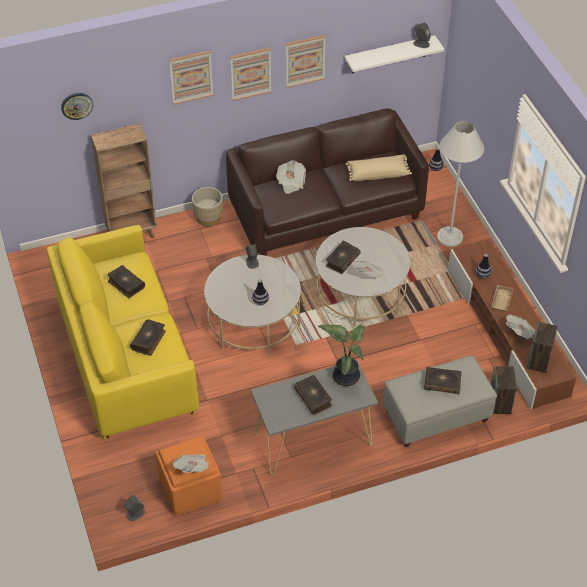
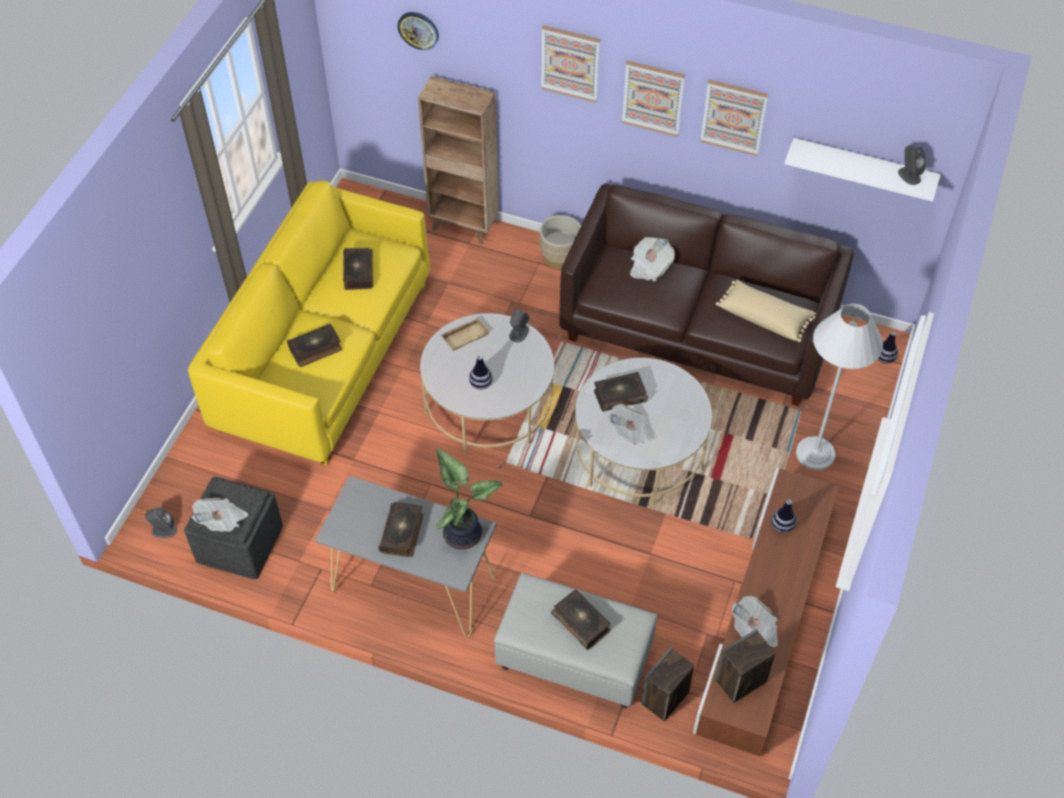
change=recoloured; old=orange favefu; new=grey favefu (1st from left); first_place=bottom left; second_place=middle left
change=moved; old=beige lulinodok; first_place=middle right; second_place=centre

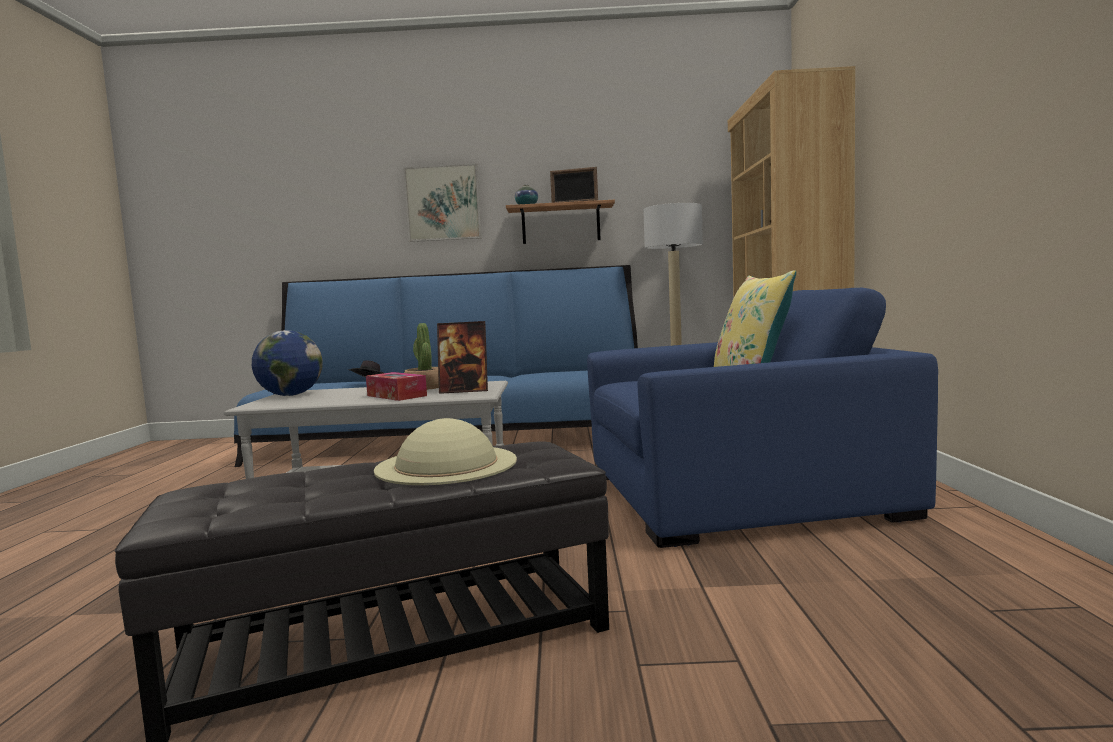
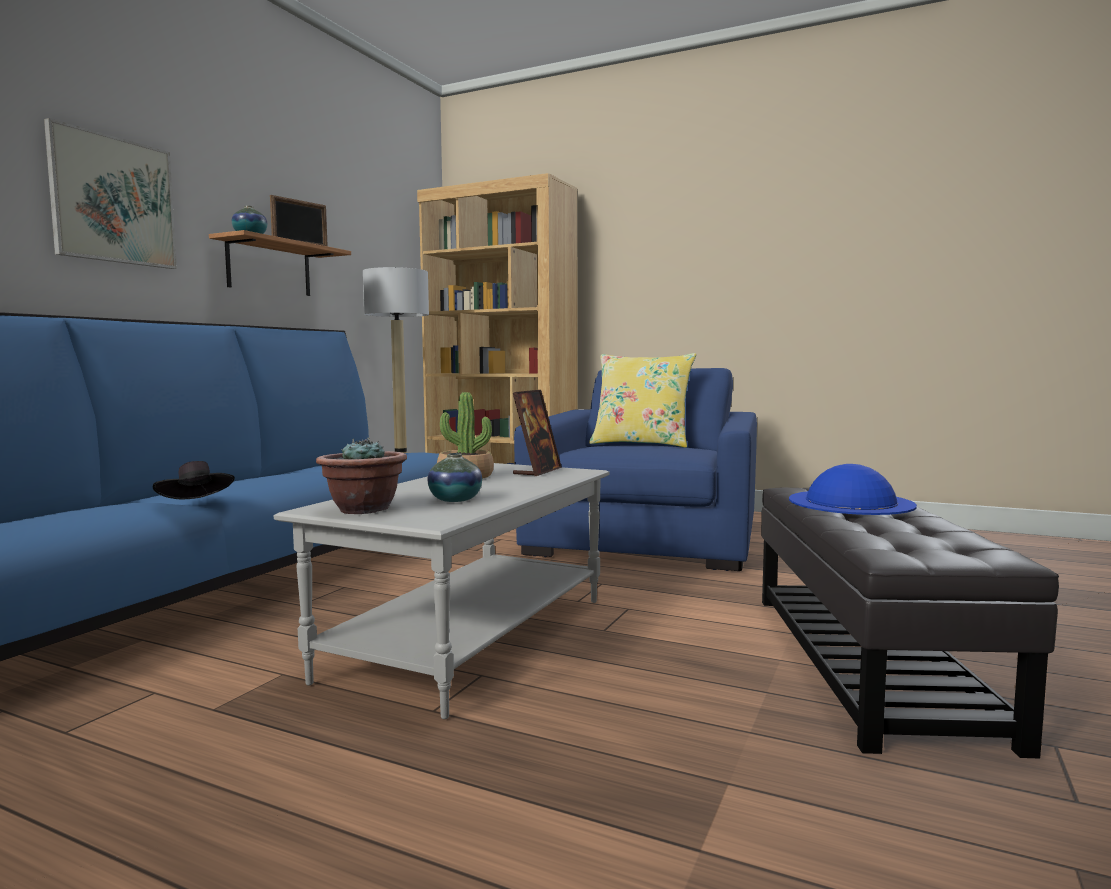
change=replaced; old=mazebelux; new=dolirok (1st from left); first_place=middle left; second_place=middle left
change=added; new=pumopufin (2nd from left); second_place=centre
change=recoloured; old=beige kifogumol; new=blue kifogumol; first_place=centre; second_place=middle right
change=removed; old=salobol; first_place=centre

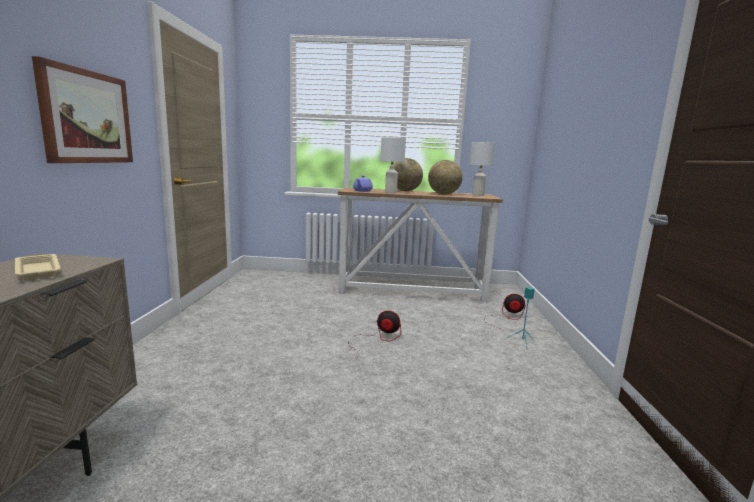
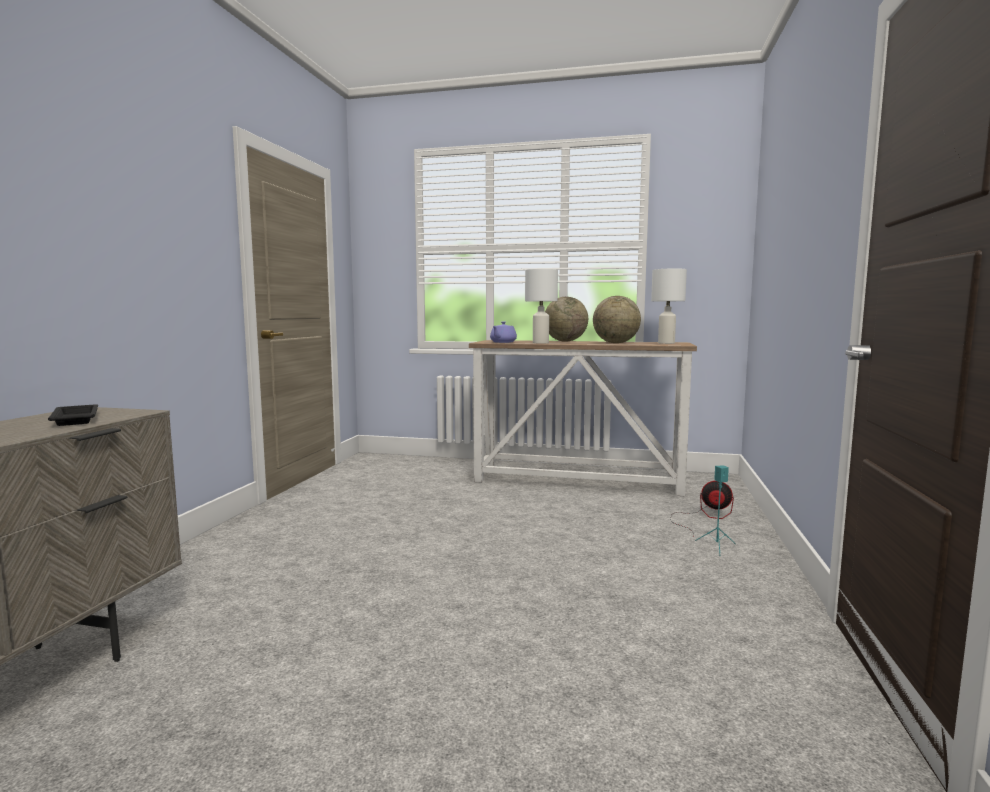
change=recoloured; old=beige lulinodok; new=black lulinodok; first_place=middle left; second_place=middle left
change=removed; old=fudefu; first_place=top left
change=removed; old=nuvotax (1st from left); first_place=centre

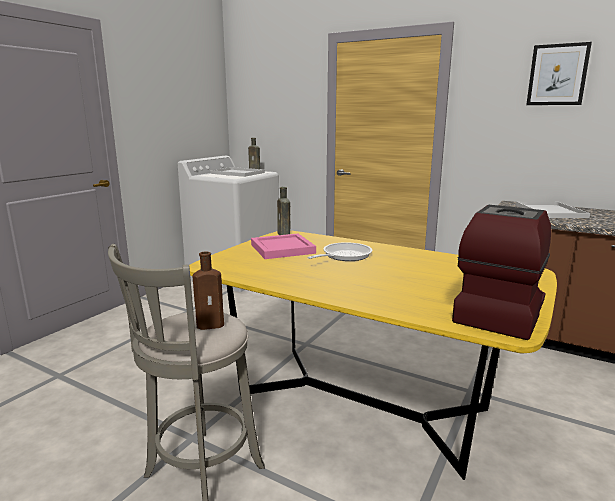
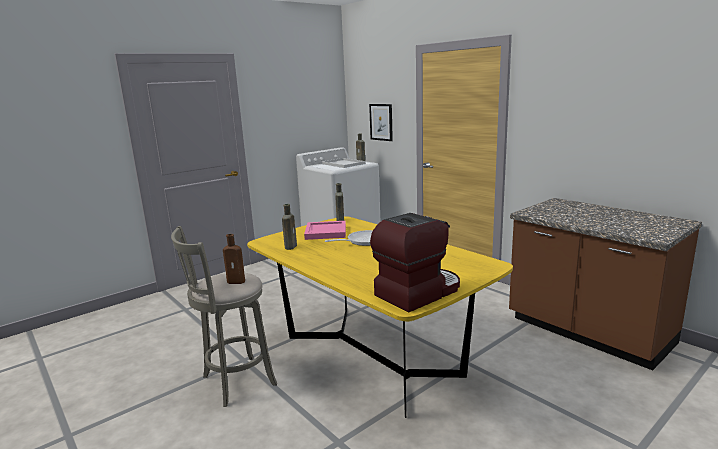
change=added; new=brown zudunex (2nd from left); second_place=centre
change=moved; old=fudefu; first_place=top right; second_place=top centre
change=removed; old=white lulinodok (2nd from left); first_place=middle right

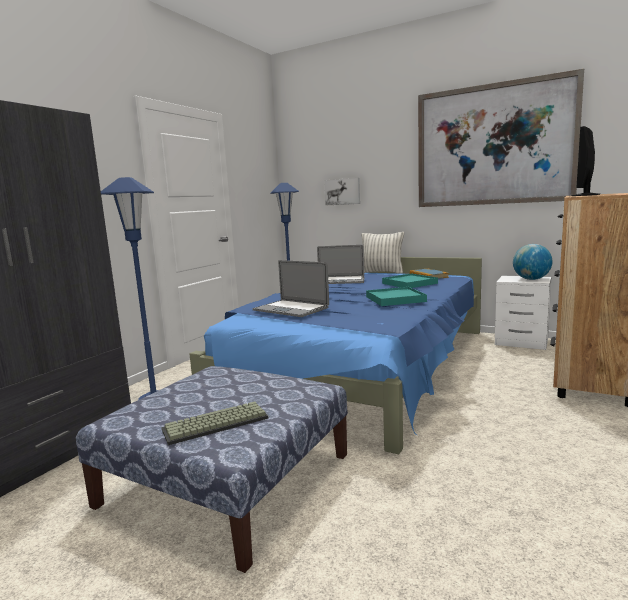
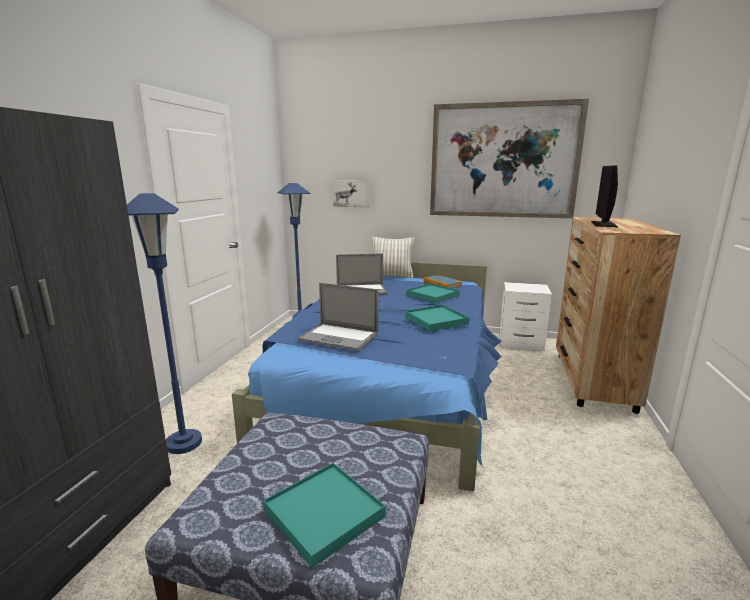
change=replaced; old=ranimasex; new=turquoise lulinodok (1st from left); first_place=bottom centre; second_place=bottom centre
change=removed; old=mazebelux; first_place=middle right

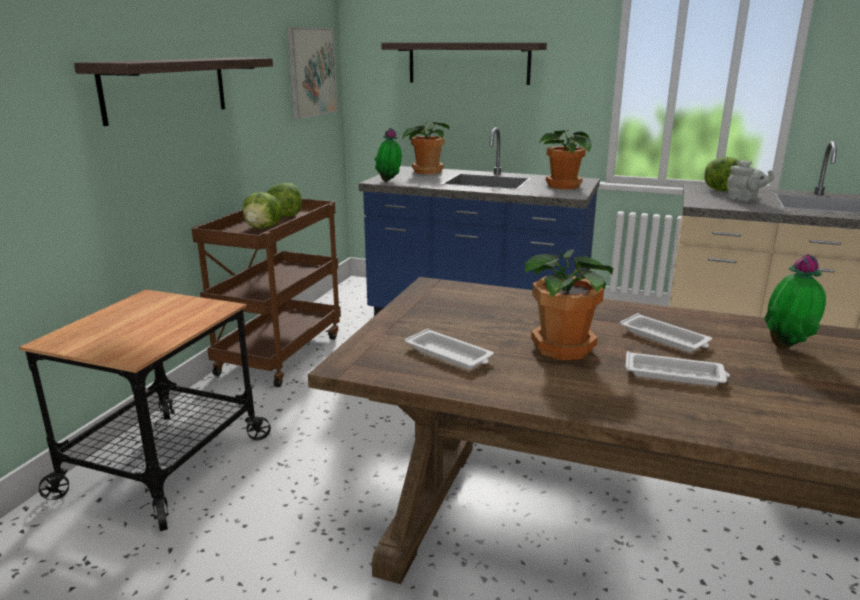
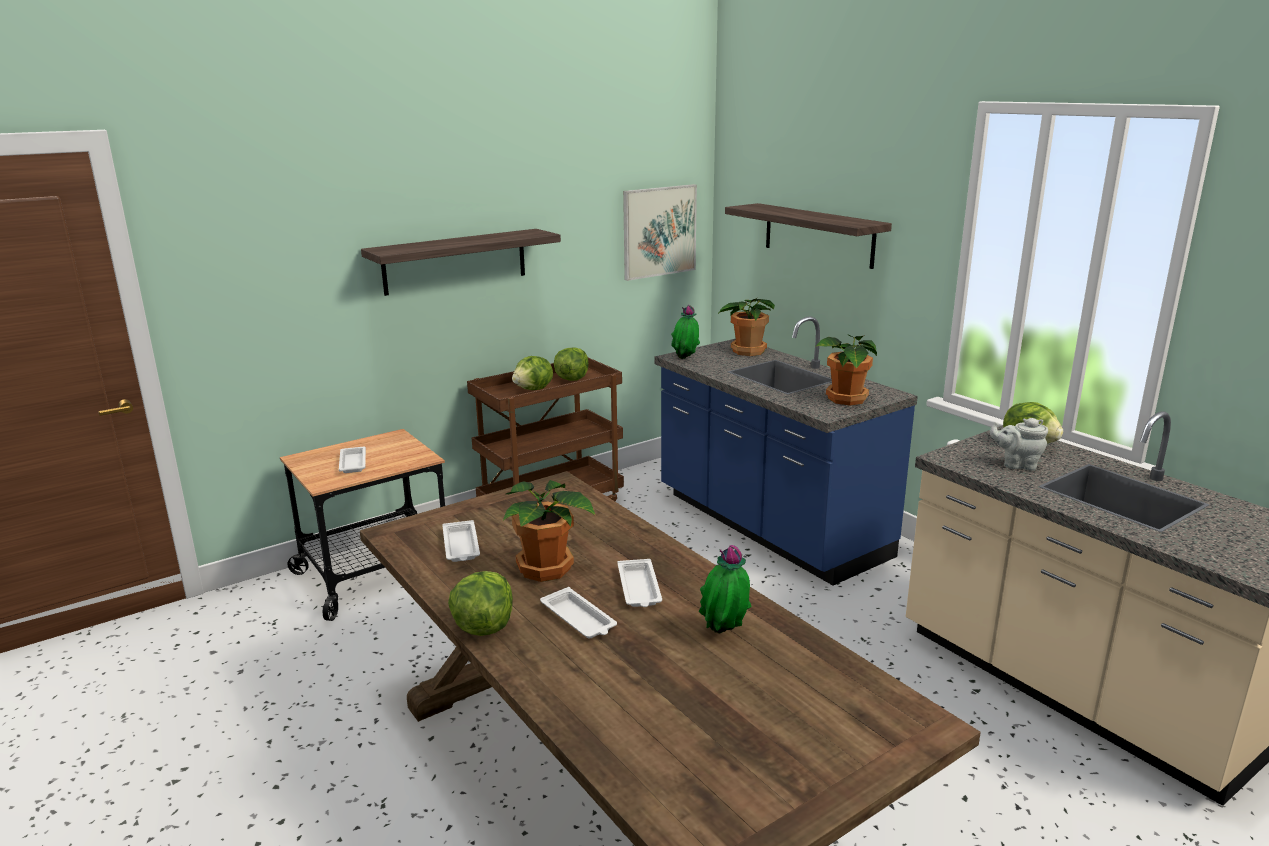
change=added; new=white lulinodok (1st from left); second_place=middle left
change=added; new=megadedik (1st from left); second_place=bottom centre
change=turned; old=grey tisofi; first_place=top right; second_place=middle right; degrees=120

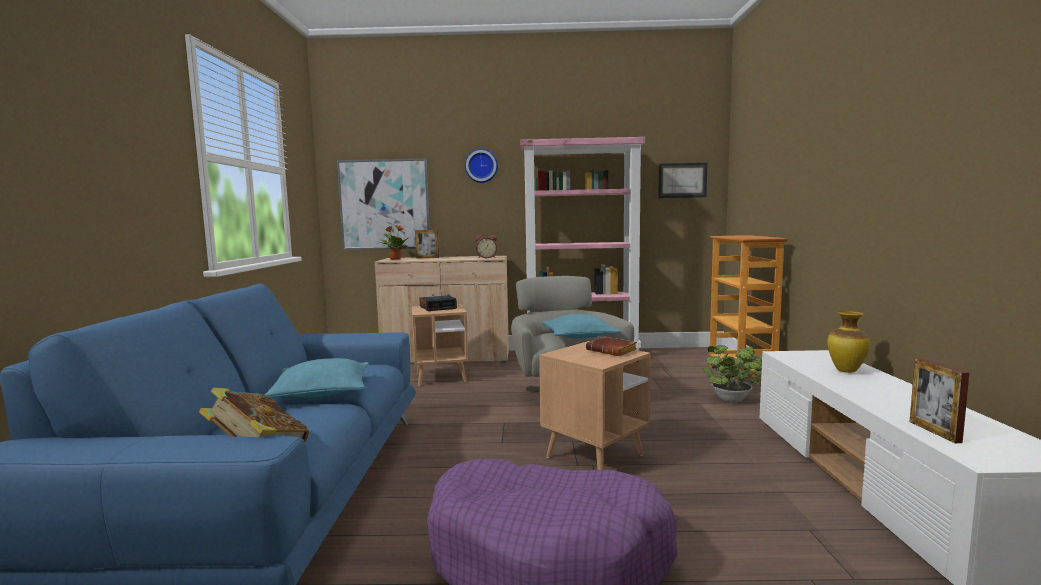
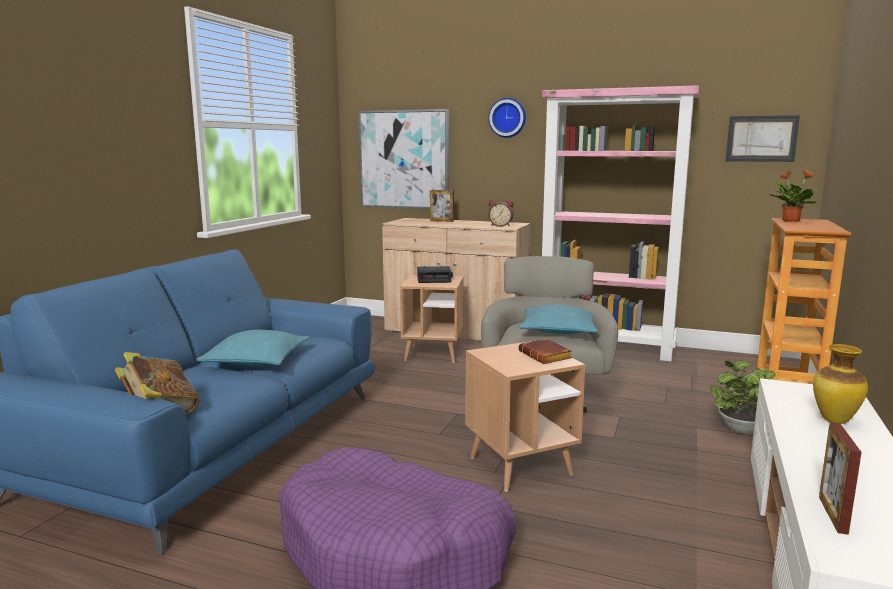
change=moved; old=dolirok (1st from left in the first image); new=dolirok (2nd from left); first_place=centre; second_place=top right

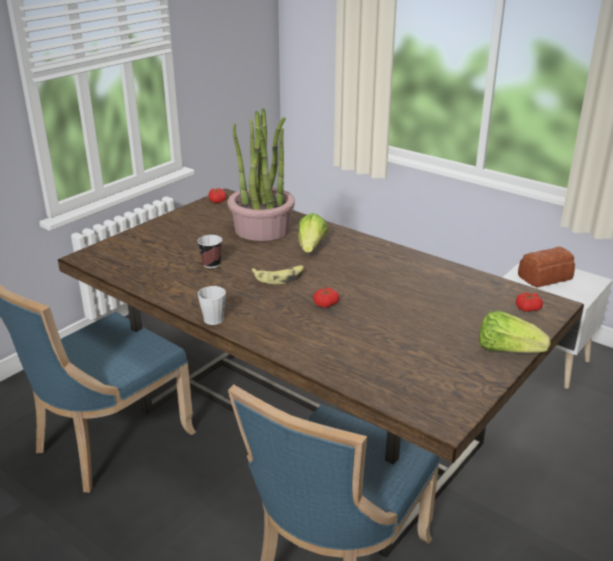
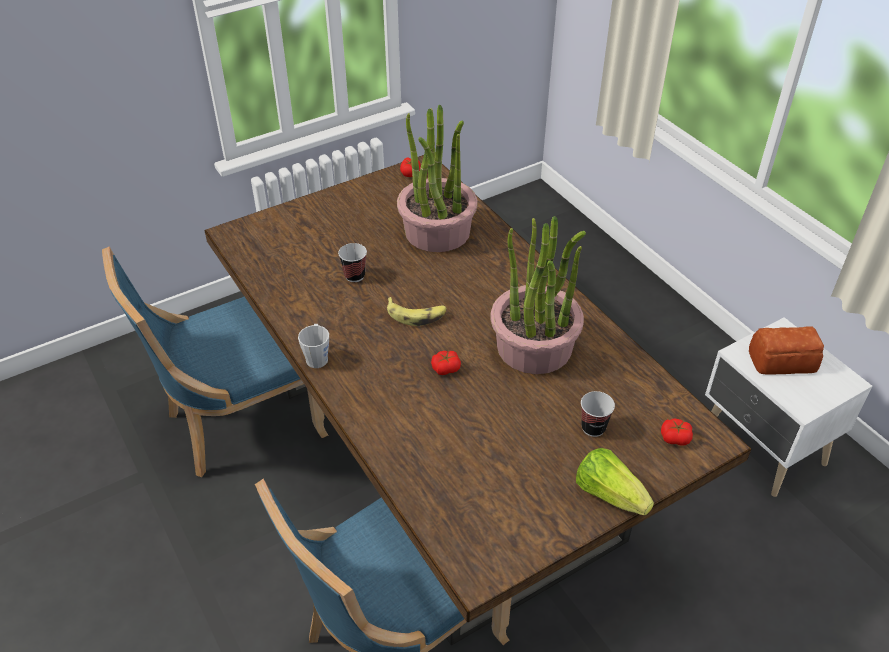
change=added; new=dolirok (2nd from left); second_place=centre
change=added; new=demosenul (2nd from left); second_place=middle right
change=removed; old=megadedik (1st from left); first_place=centre

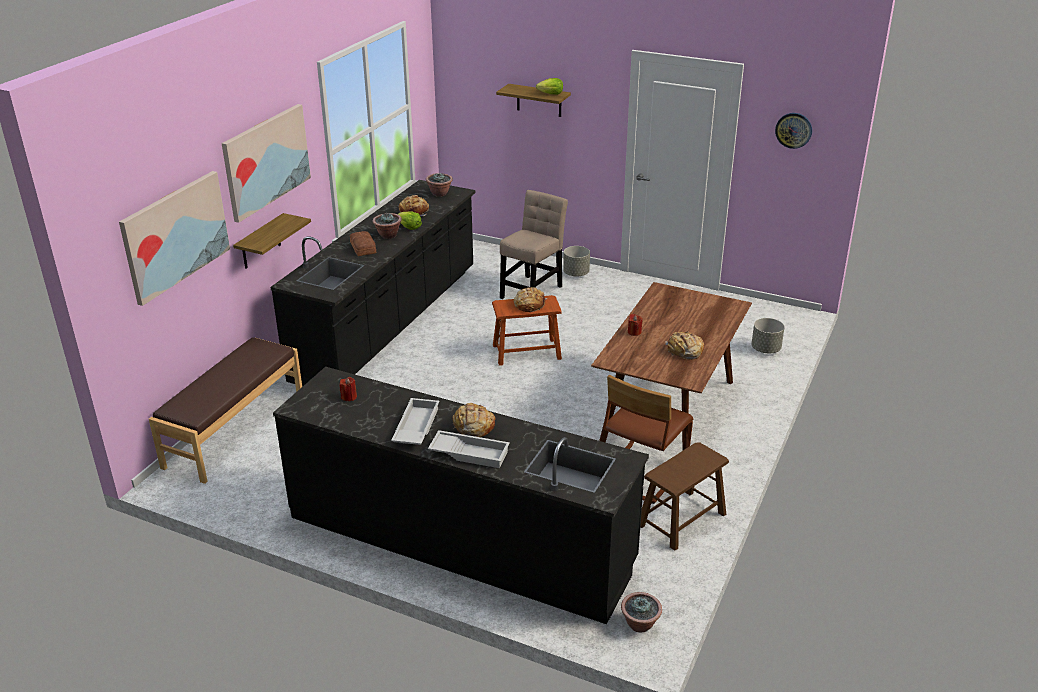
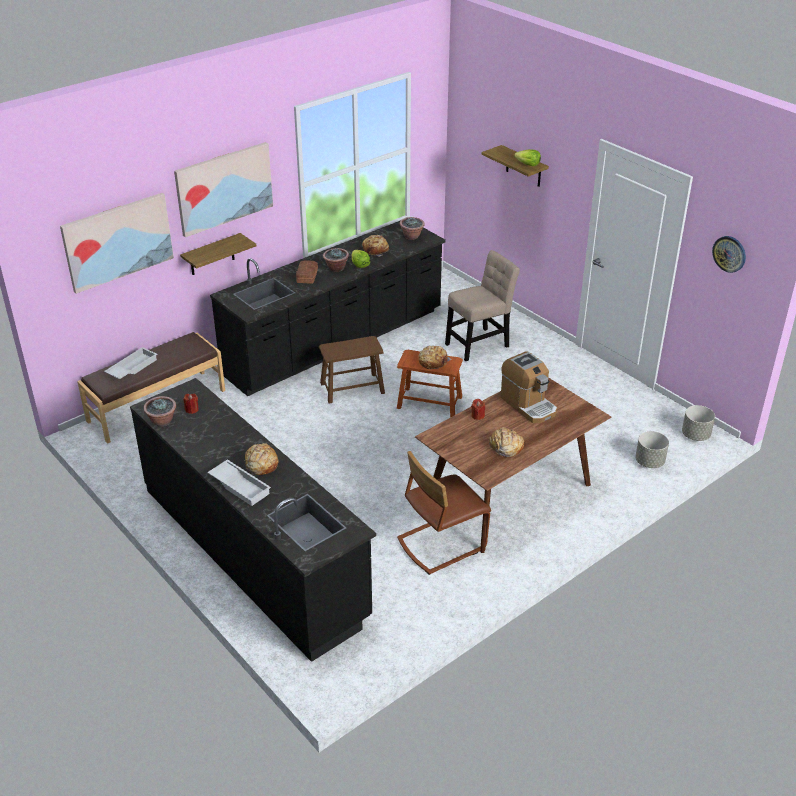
change=moved; old=white lulinodok (1st from left); first_place=centre; second_place=middle left
change=moved; old=dolirok (3rd from left in the first image); new=dolirok (1st from left); first_place=bottom centre; second_place=middle left
change=moved; old=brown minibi (2nd from left in the first image); new=brown minibi (1st from left); first_place=bottom centre; second_place=centre
change=added; new=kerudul; second_place=centre
change=moved; old=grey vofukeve (1st from left in the first image); new=grey vofukeve (2nd from left); first_place=centre; second_place=middle right

